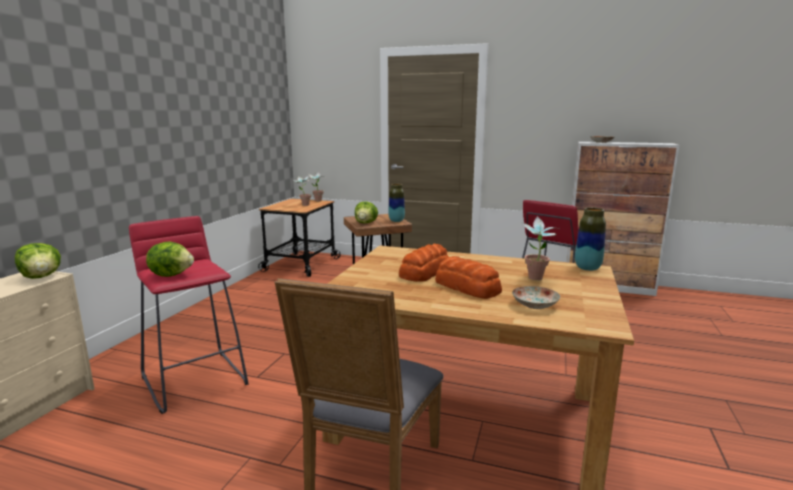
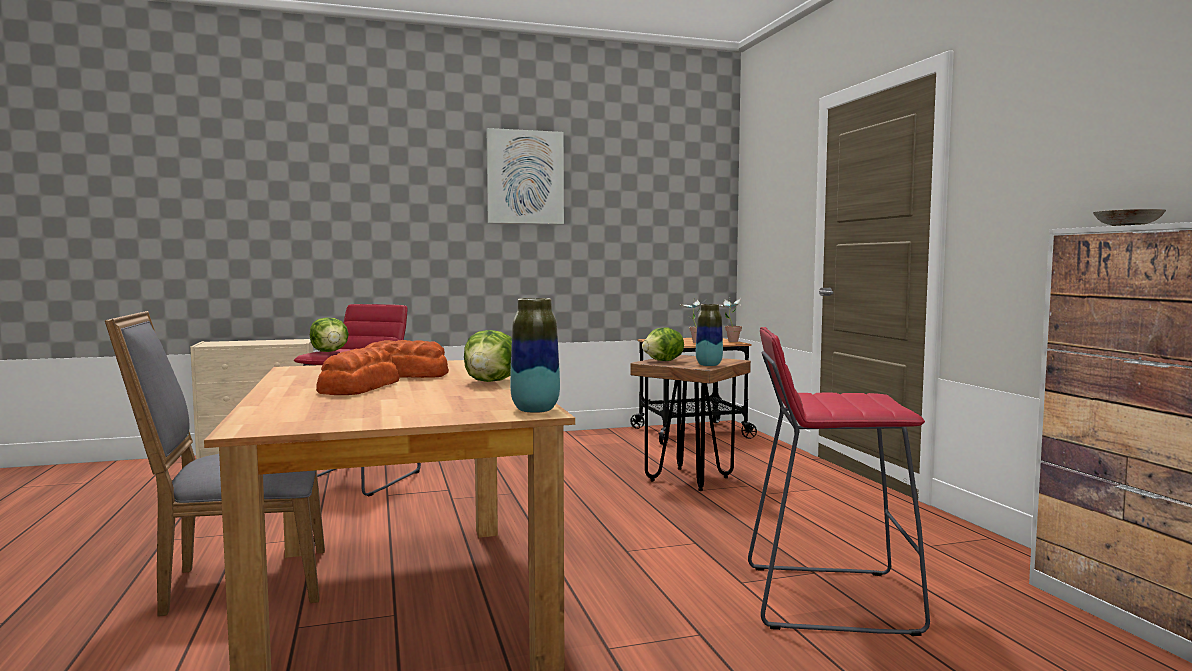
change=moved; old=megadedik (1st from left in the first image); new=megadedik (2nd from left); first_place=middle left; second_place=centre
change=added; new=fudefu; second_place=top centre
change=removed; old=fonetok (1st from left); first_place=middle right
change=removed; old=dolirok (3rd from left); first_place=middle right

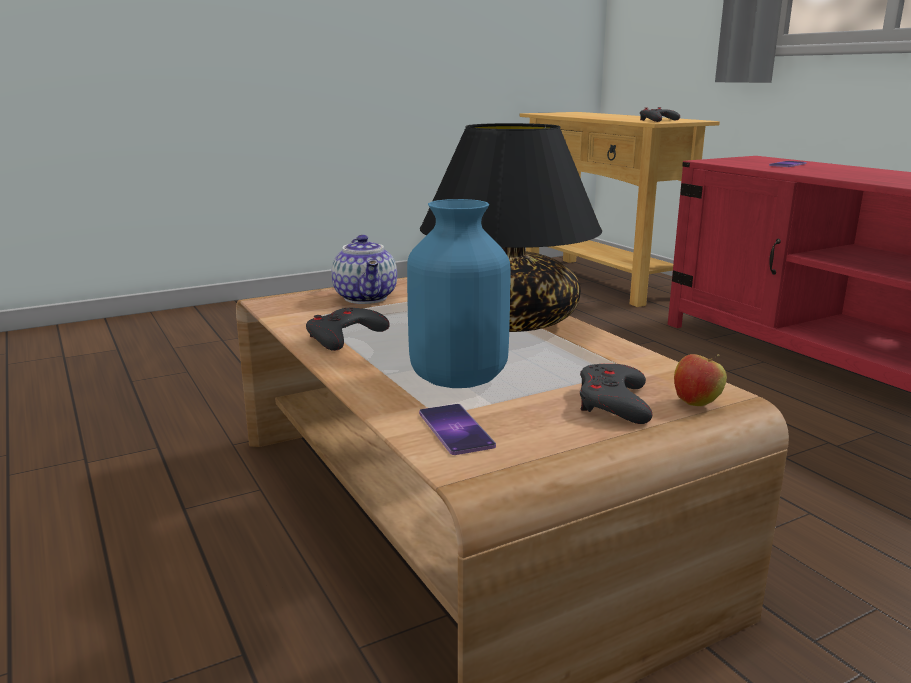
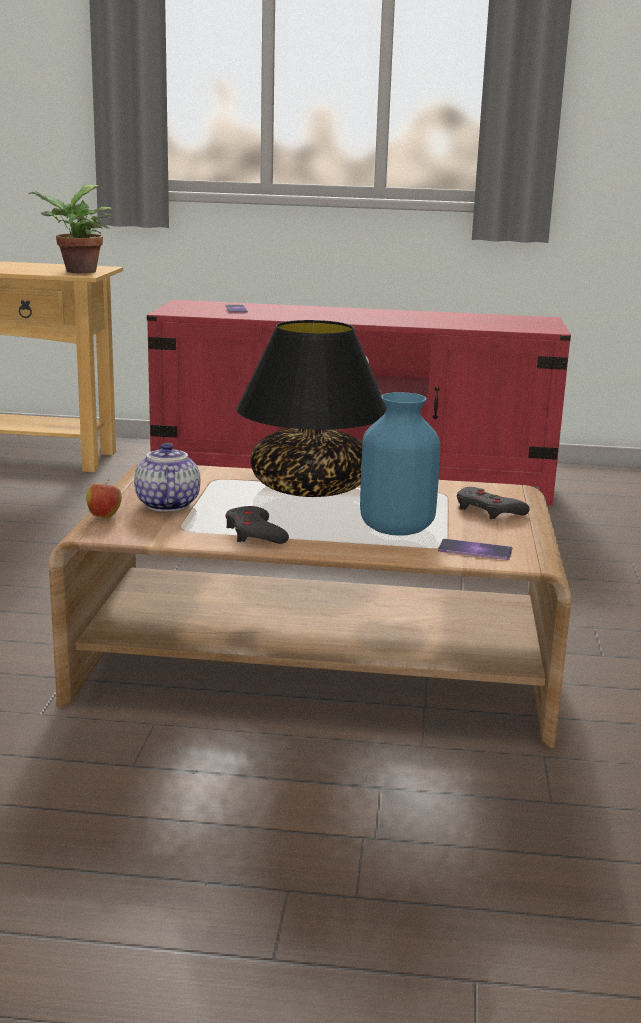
change=replaced; old=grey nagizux (3rd from left); new=dolirok; first_place=top right; second_place=top left
change=moved; old=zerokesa; first_place=middle right; second_place=middle left
change=turned; old=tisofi; first_place=centre; second_place=middle left; degrees=-120

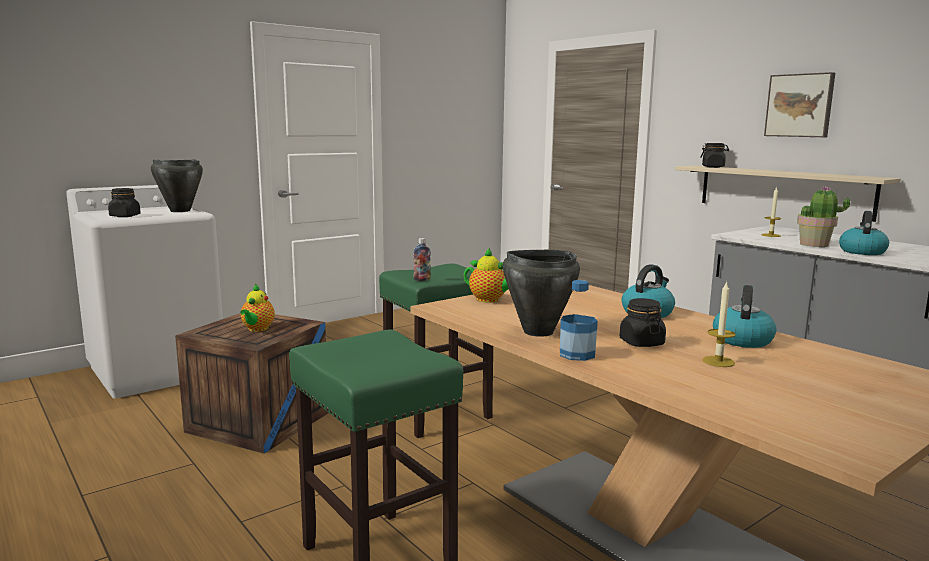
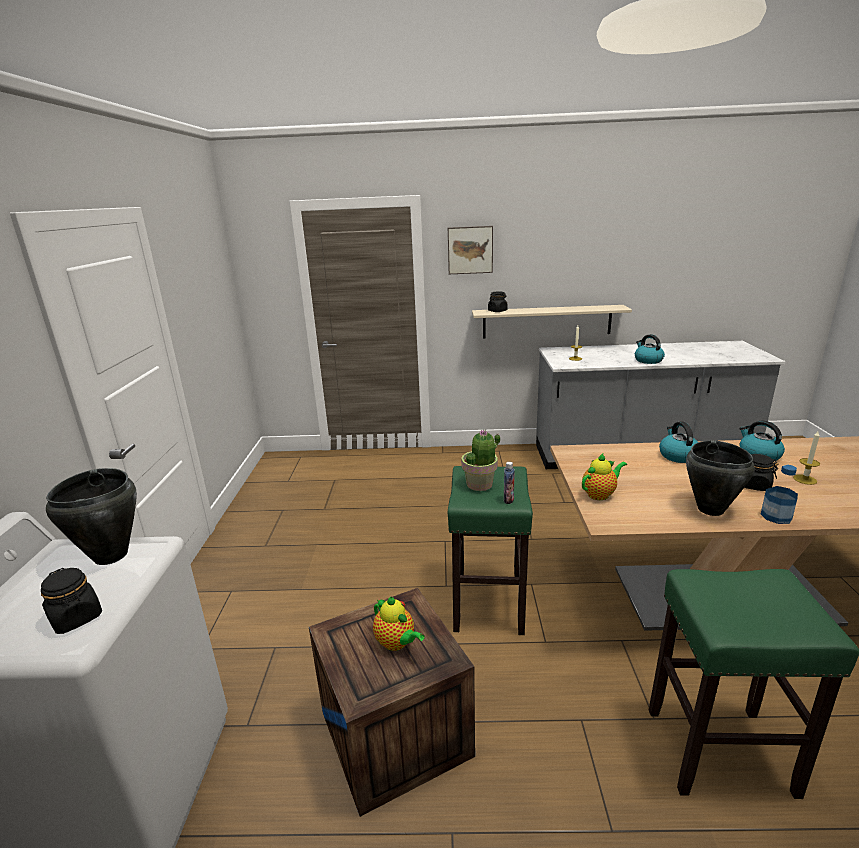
change=moved; old=fudefu; first_place=top right; second_place=top centre
change=moved; old=dolirok; first_place=middle right; second_place=centre

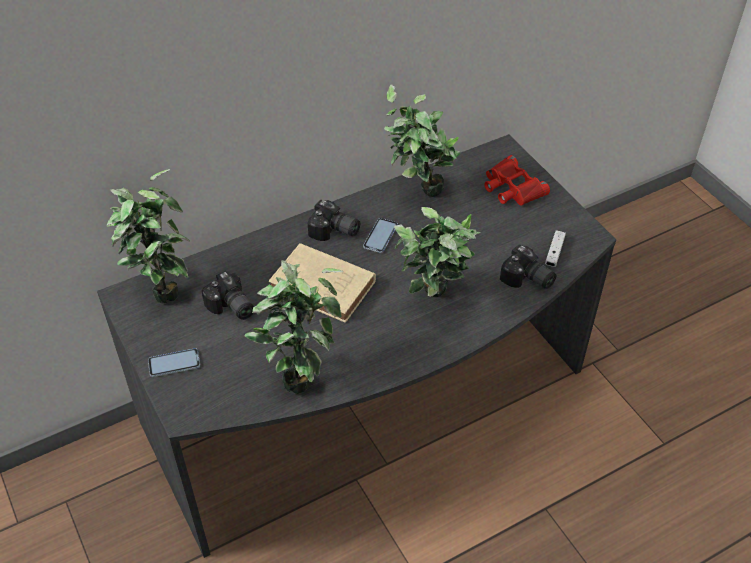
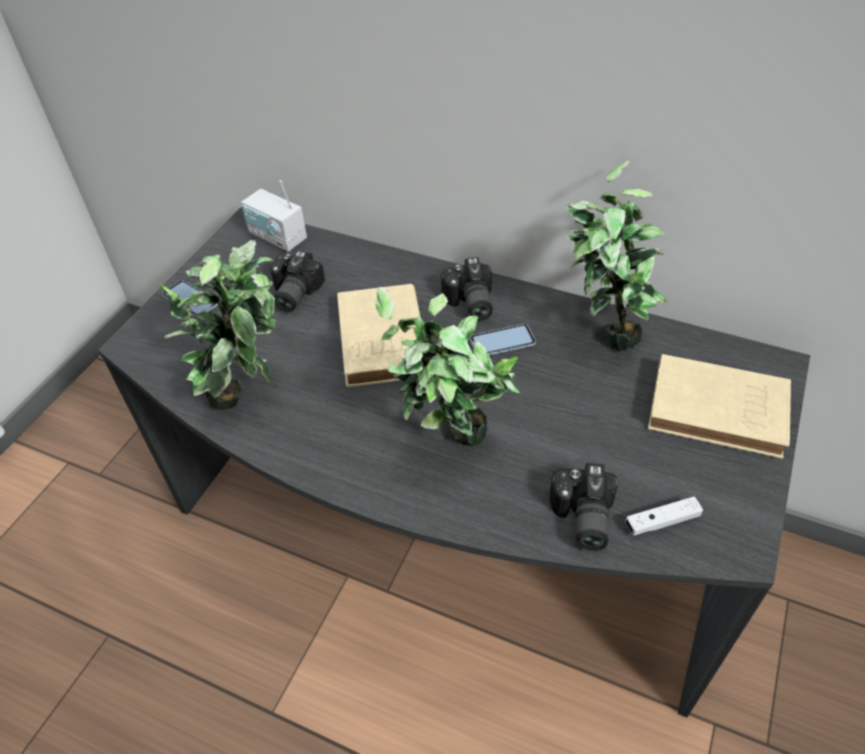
change=replaced; old=dolirok (1st from left); new=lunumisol; first_place=middle left; second_place=top left
change=replaced; old=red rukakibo; new=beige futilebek (2nd from left); first_place=top right; second_place=middle right

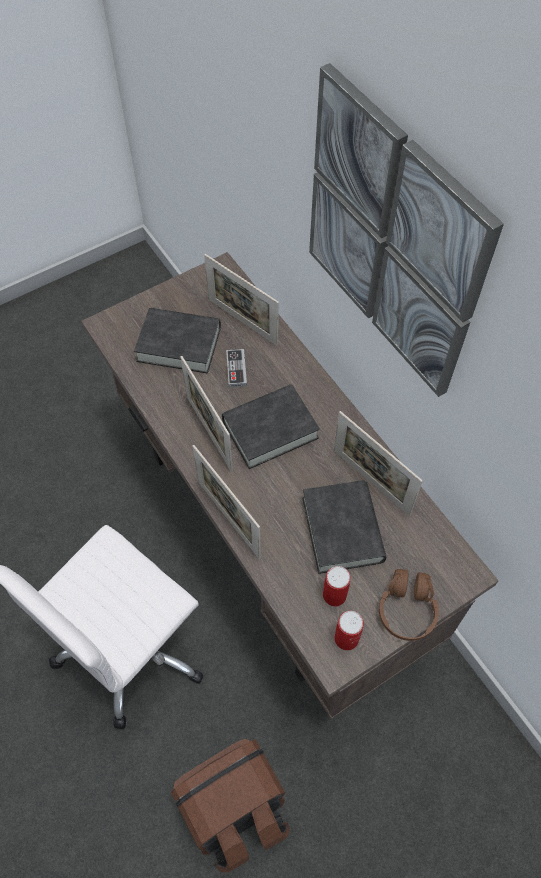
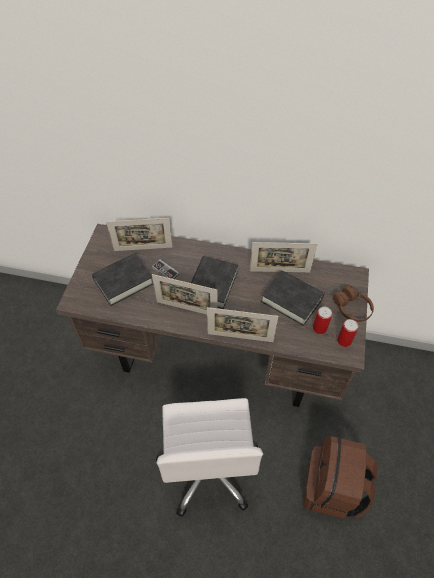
change=removed; old=fudefu; first_place=top right

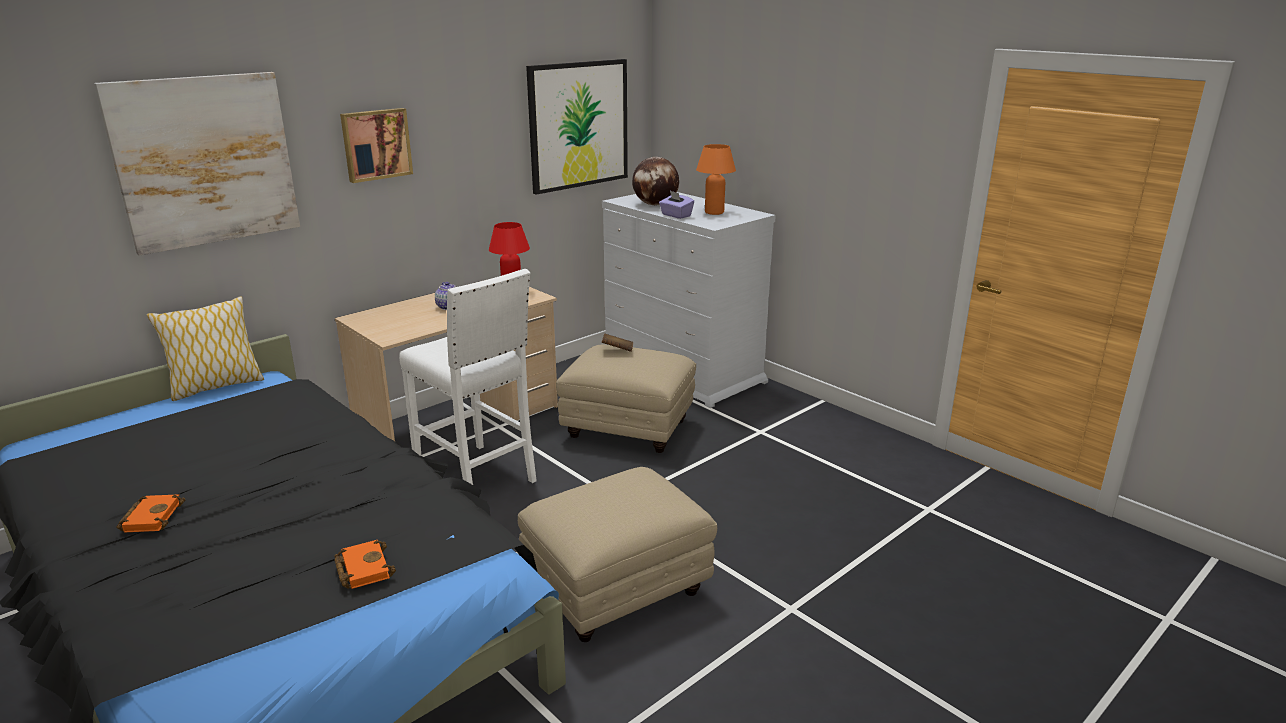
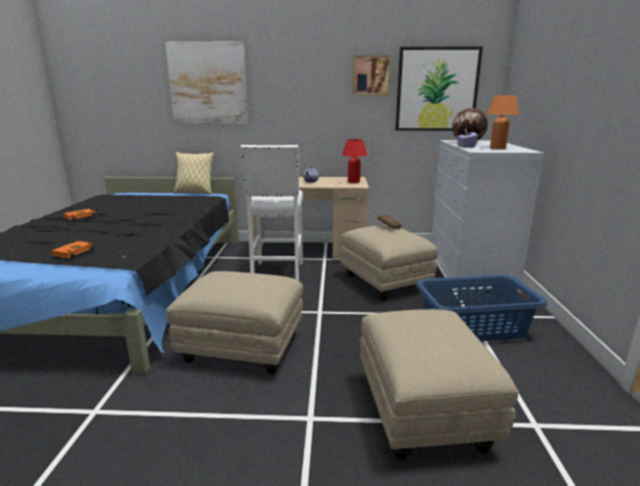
change=moved; old=fudefu (2nd from left); first_place=top left; second_place=top centre
change=added; new=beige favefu (3rd from left); second_place=bottom right
change=added; new=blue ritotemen; second_place=middle right

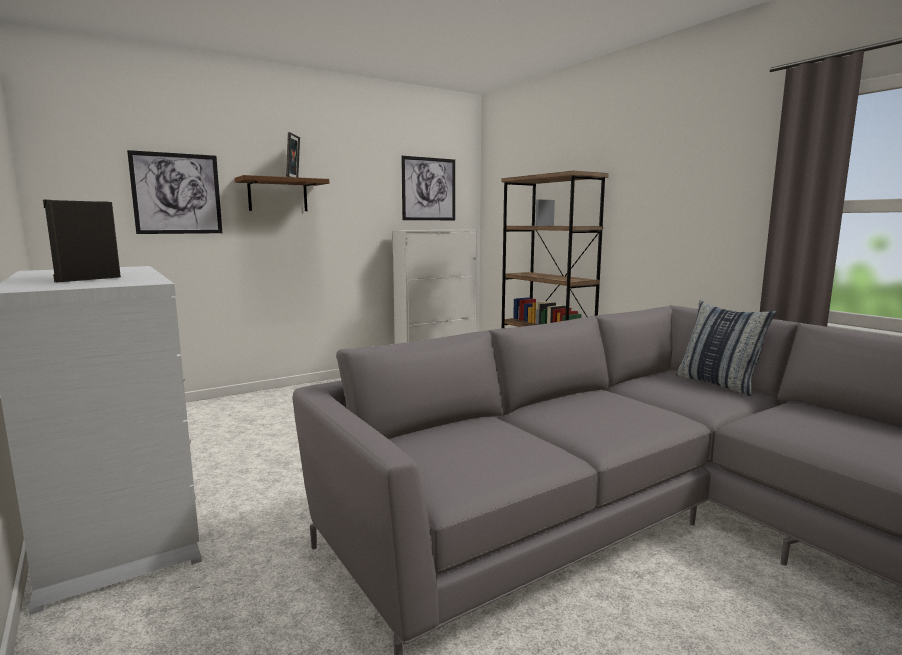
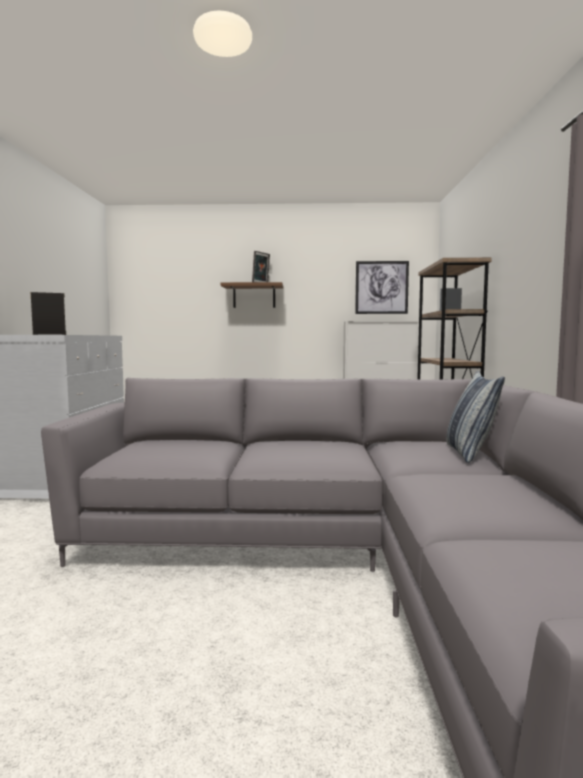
change=removed; old=fudefu (1st from left); first_place=top left

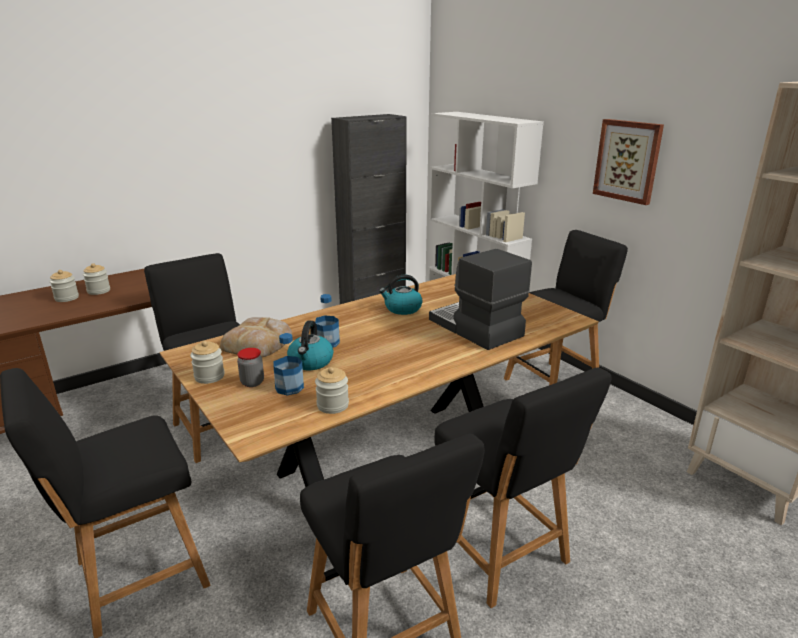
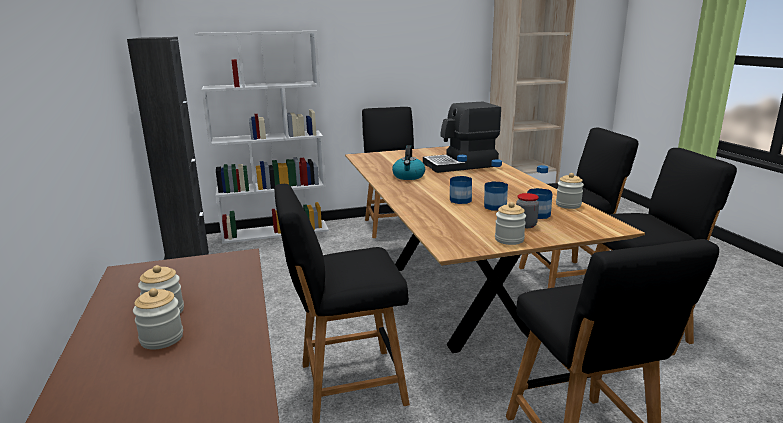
change=replaced; old=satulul (1st from left); new=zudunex (2nd from left); first_place=centre; second_place=centre
change=removed; old=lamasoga; first_place=middle left
change=removed; old=fudefu; first_place=top right

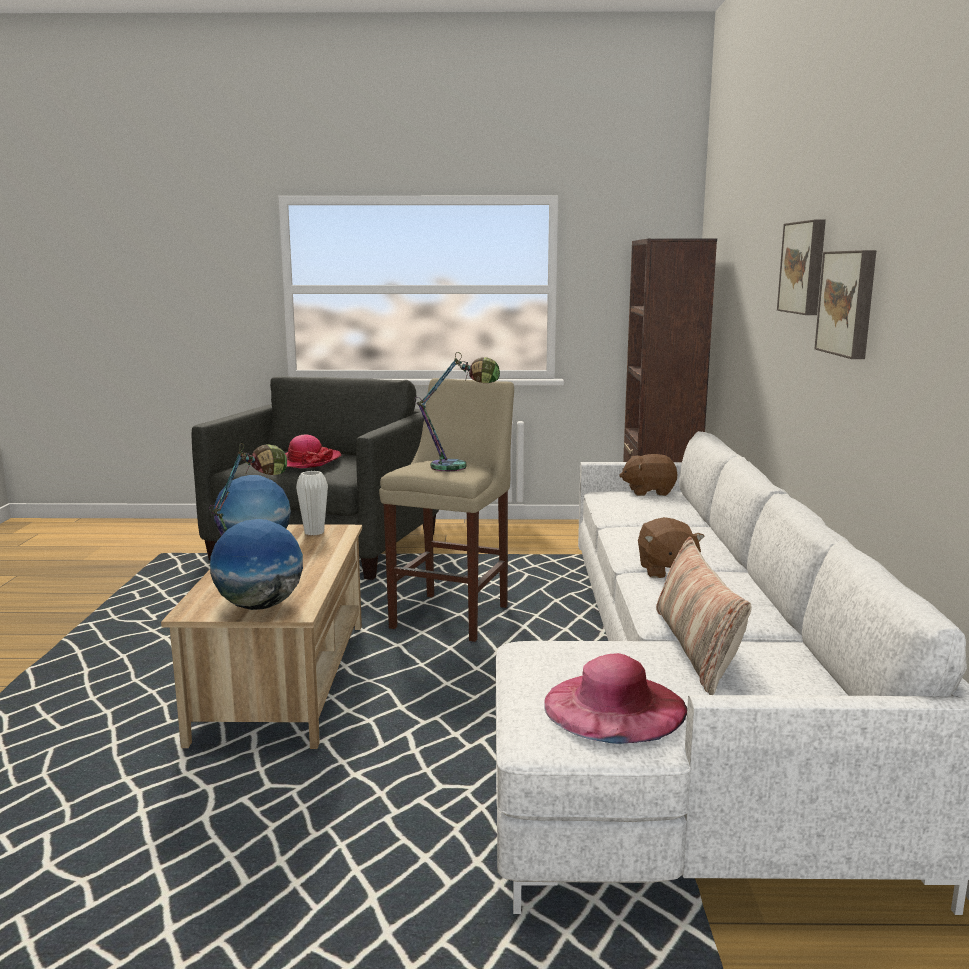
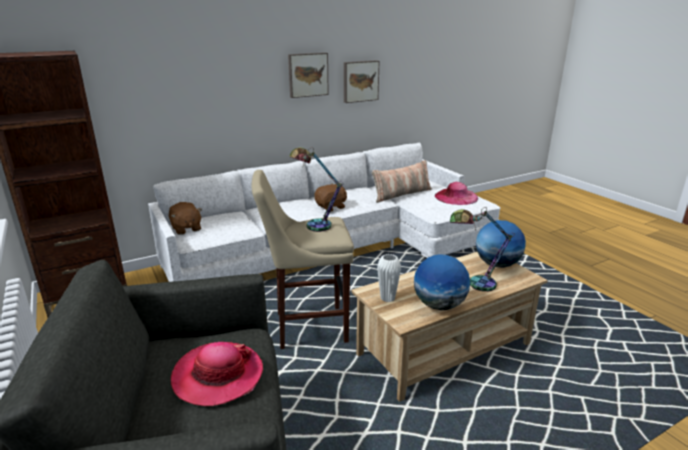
change=moved; old=fudefu (1st from left in the first image); new=fudefu (2nd from left); first_place=top right; second_place=top centre

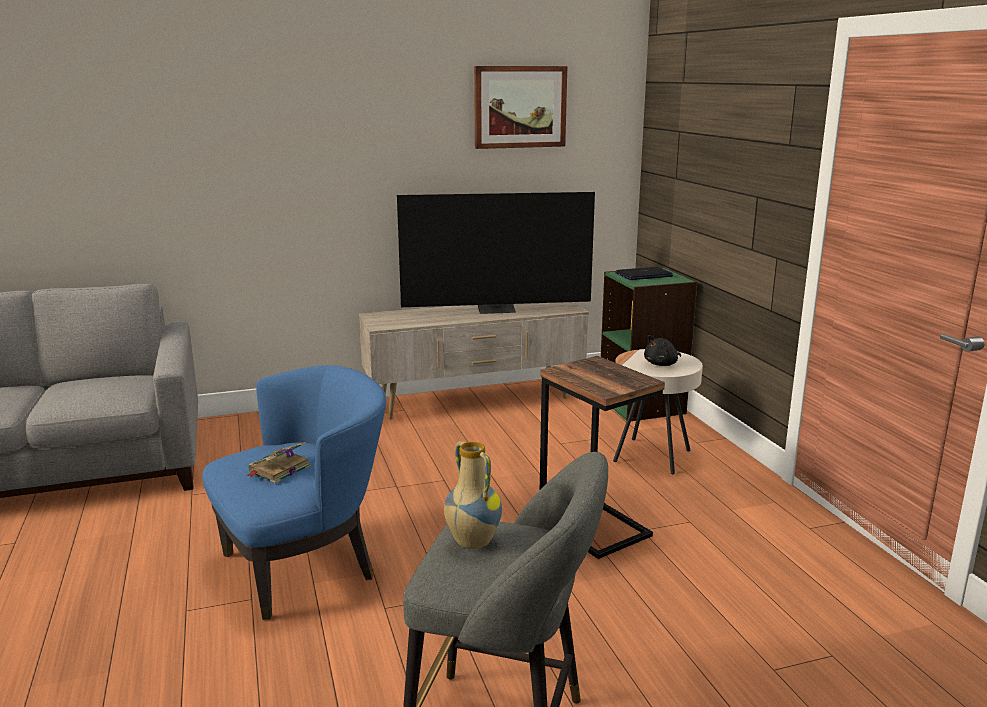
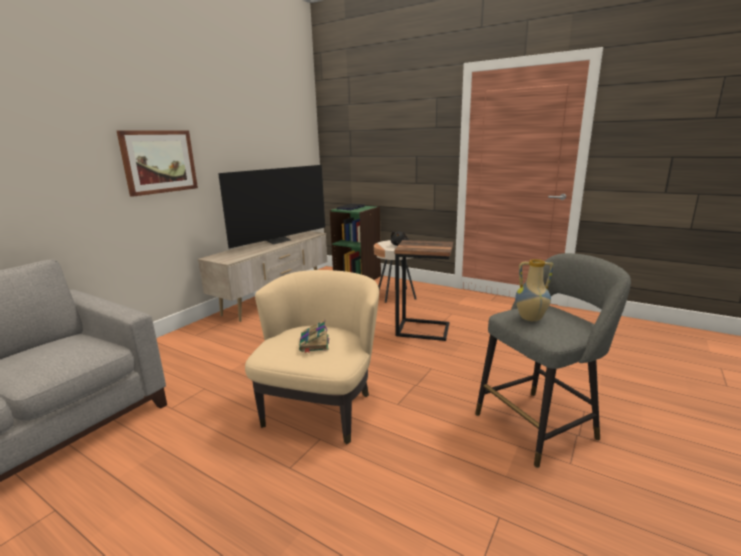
change=moved; old=fudefu; first_place=top centre; second_place=top left
change=recoloured; old=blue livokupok; new=beige livokupok; first_place=bottom left; second_place=centre

